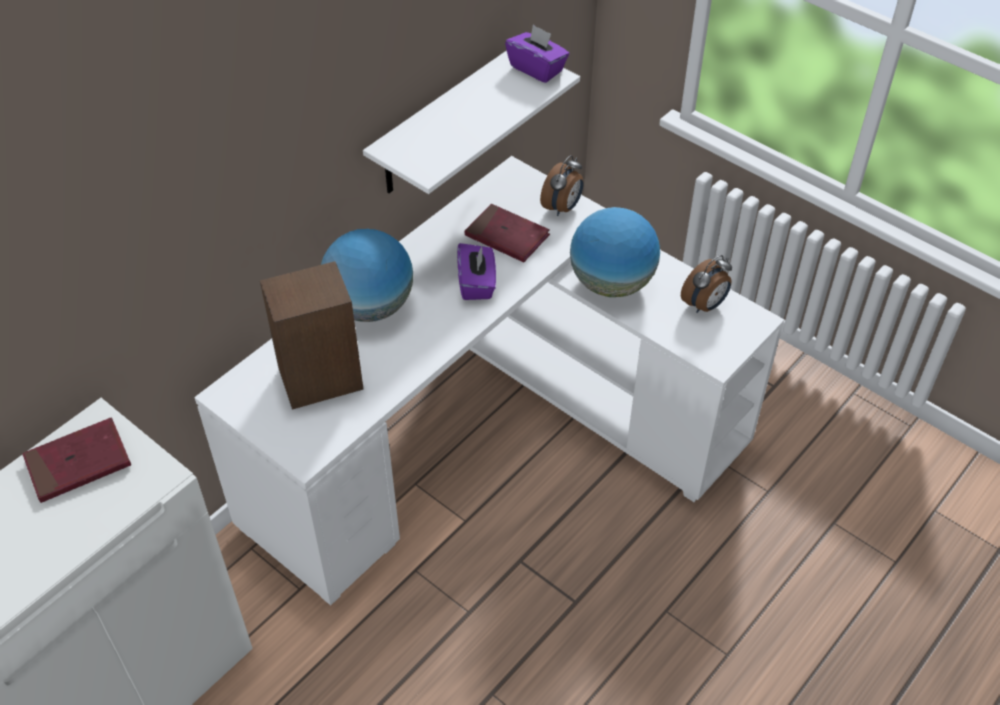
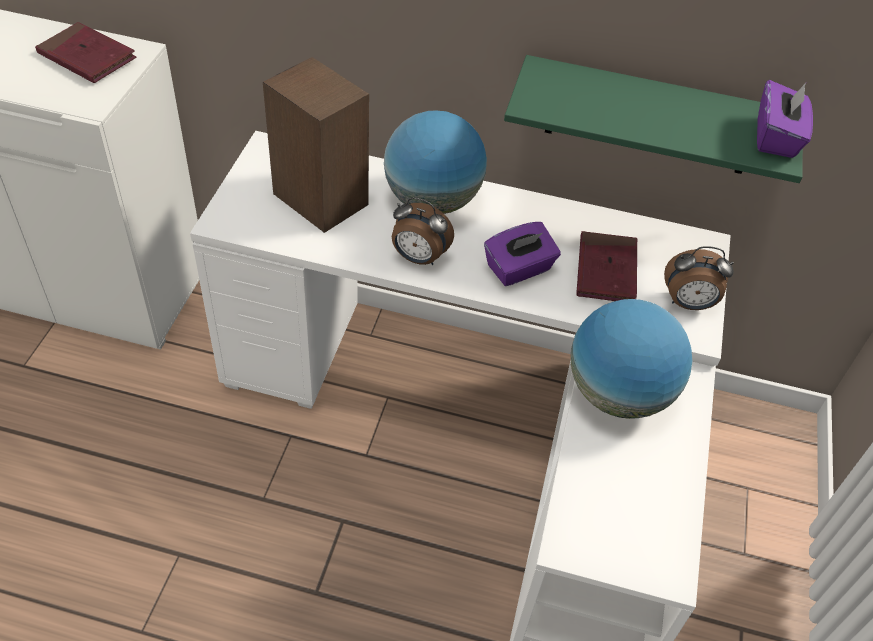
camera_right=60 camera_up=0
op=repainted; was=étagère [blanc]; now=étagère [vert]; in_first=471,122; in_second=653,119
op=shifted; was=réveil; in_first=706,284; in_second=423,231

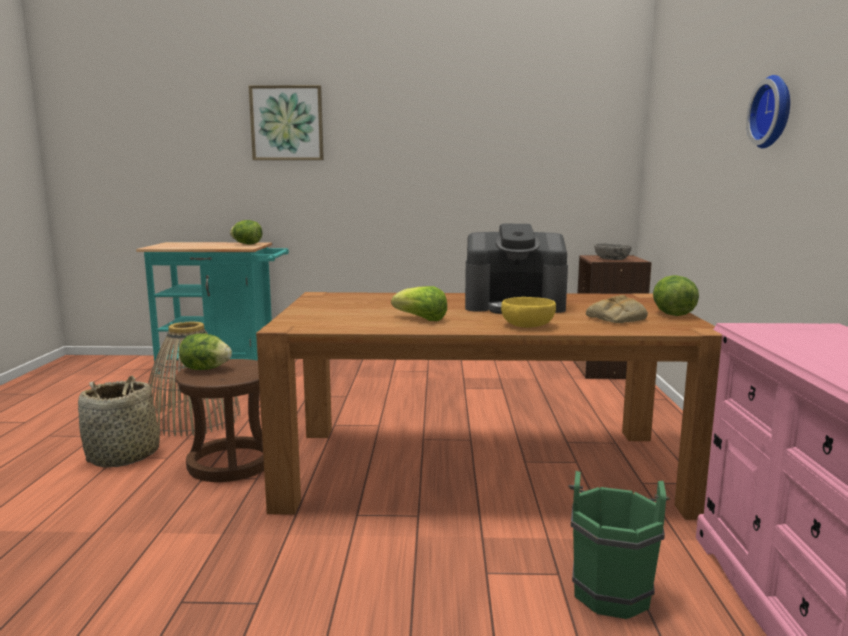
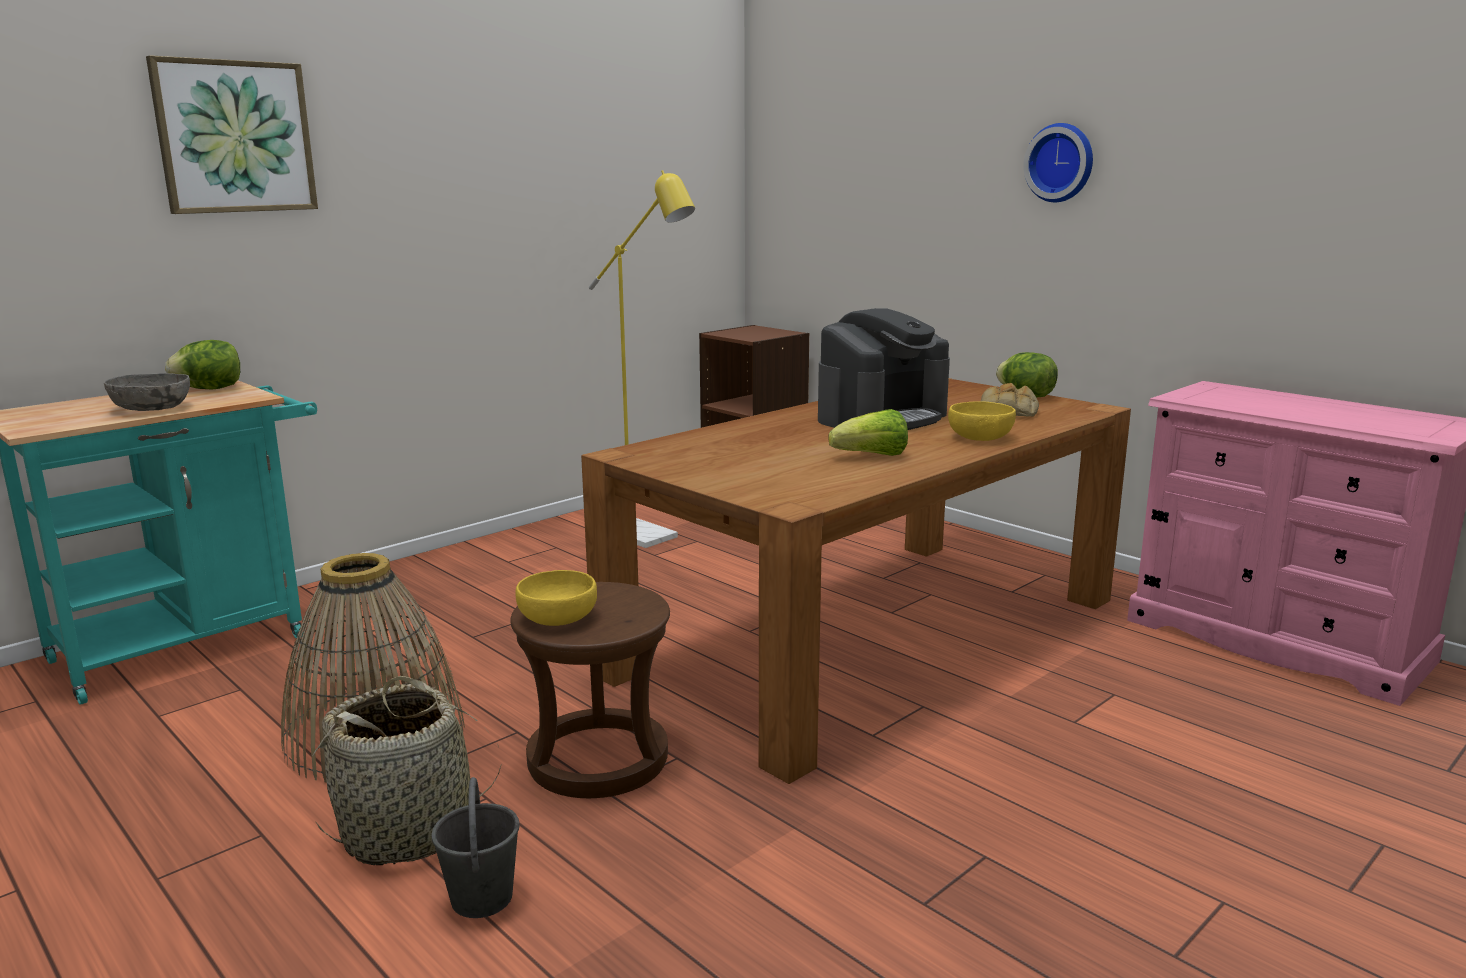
camera_right=-45 camera_up=5
op=shifted; was=bol [gris]; in_first=613,251; in_second=147,392
op=swapped; was=laitue; now=bol [jaune]; in_first=205,351; in_second=556,598
op=gone; was=seau [vert]; in_first=619,545
op=new; now=lampadaire [jaune]; in_second=642,359
op=new; now=seau [gris]; in_second=475,847

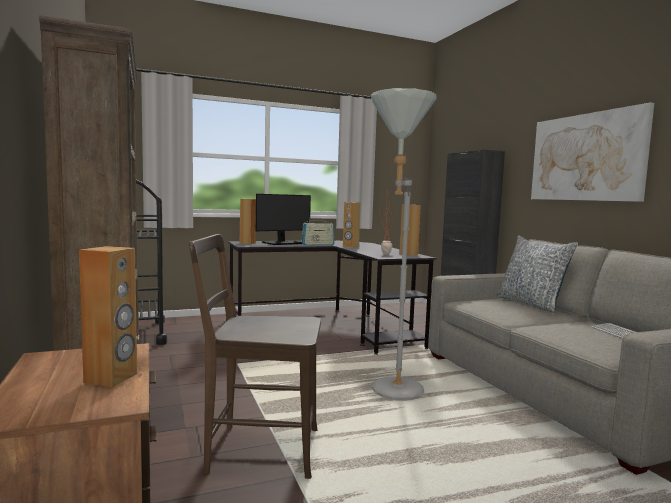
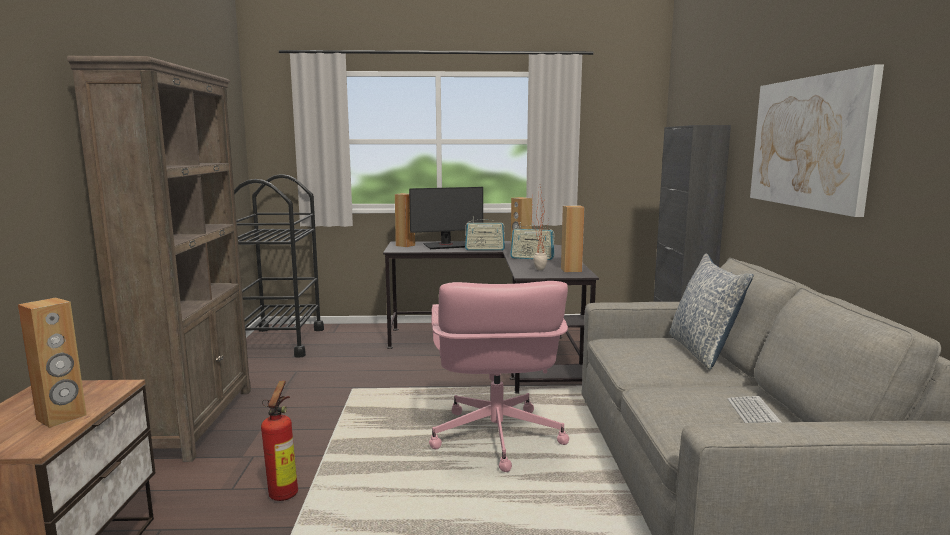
camera_right=20 camera_up=5
op=swapped; was=lampadaire [gris]; now=chaise de bureau [rose]; in_first=404,244; in_second=499,376
op=swapped; was=chaise [marron]; now=extincteur; in_first=255,356; in_second=279,441
op=new; now=radio; in_second=532,241

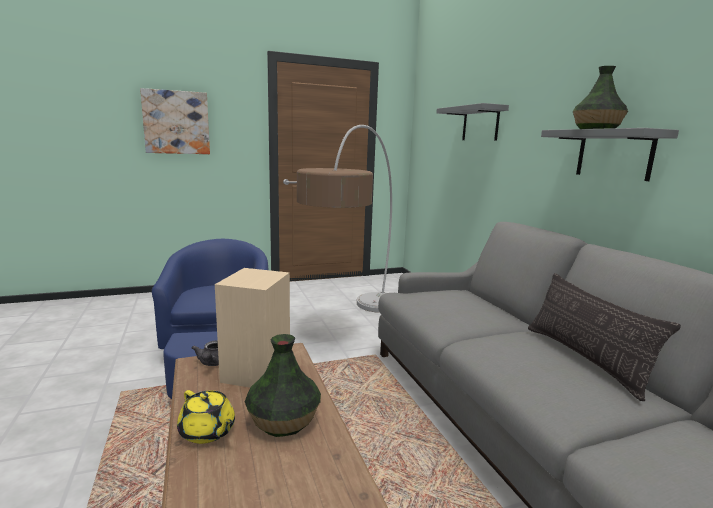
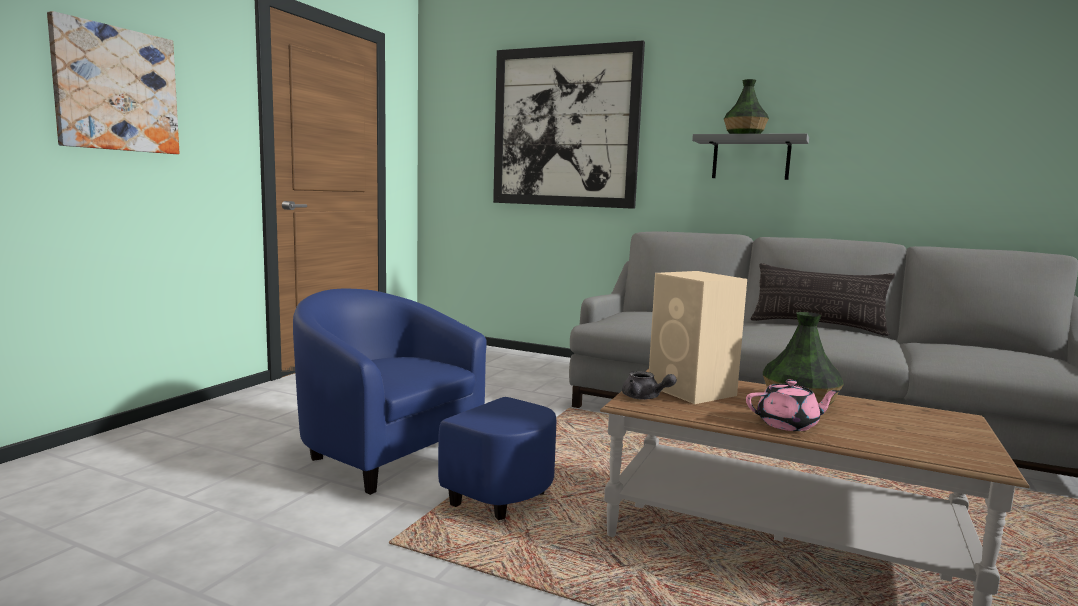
camera_right=-45 camera_up=-5
op=swapped; was=étagère [gris]; now=tableau; in_first=472,121; in_second=569,125
op=gone; was=lampadaire; in_first=344,219
op=repainted; was=théière [jaune]; now=théière [rose]; in_first=206,417; in_second=792,405

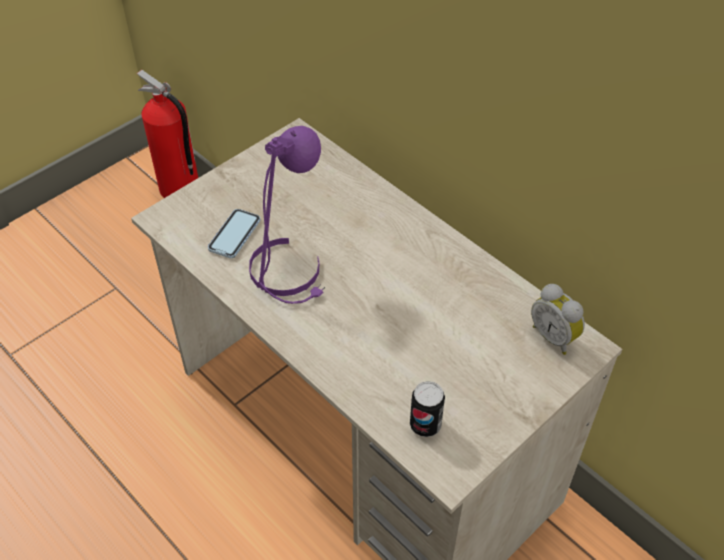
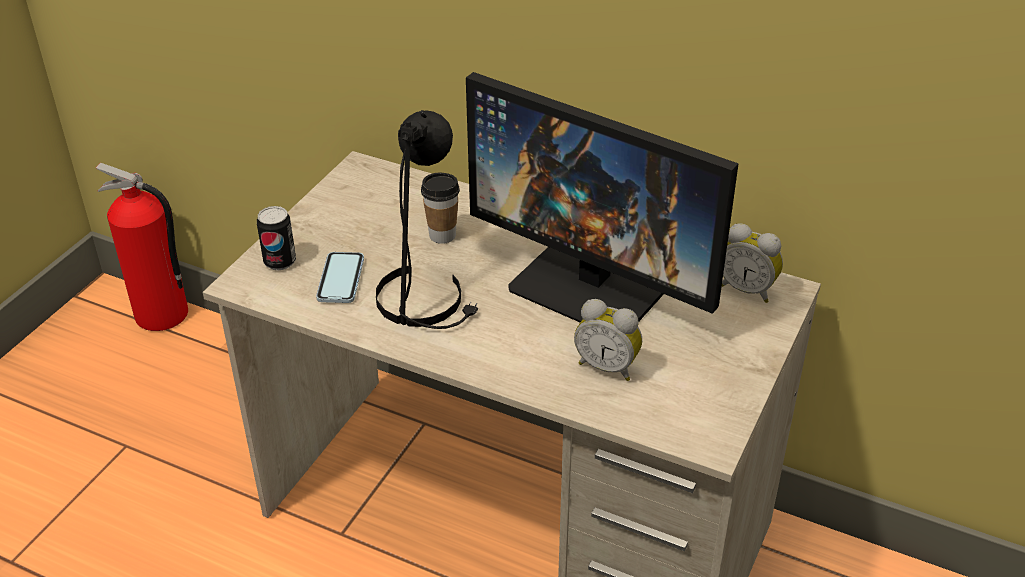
camera_right=-20 camera_up=-10
op=repainted; was=lampe de table [violet]; now=lampe de table [noir]; in_first=287,215; in_second=427,219
op=shifted; was=boîte métallique; in_first=427,409; in_second=276,238
op=new; now=écran d'ordinateur; in_second=602,197
op=new; now=tasse; in_second=440,208
op=new; now=réveil; in_second=608,340

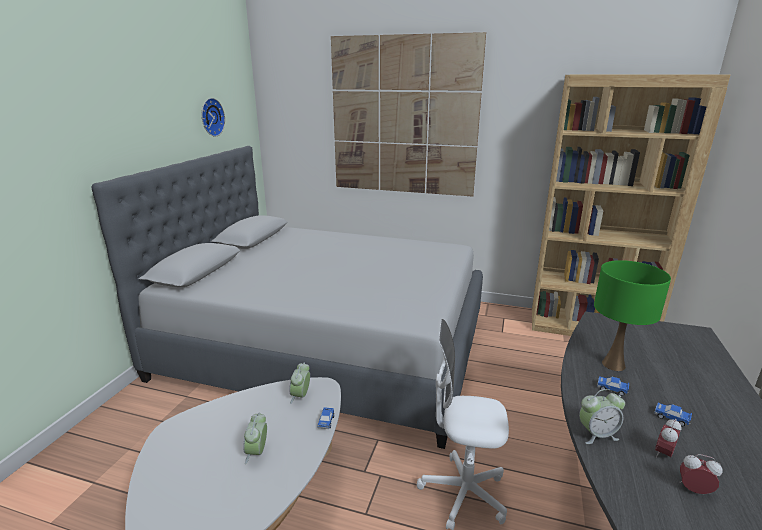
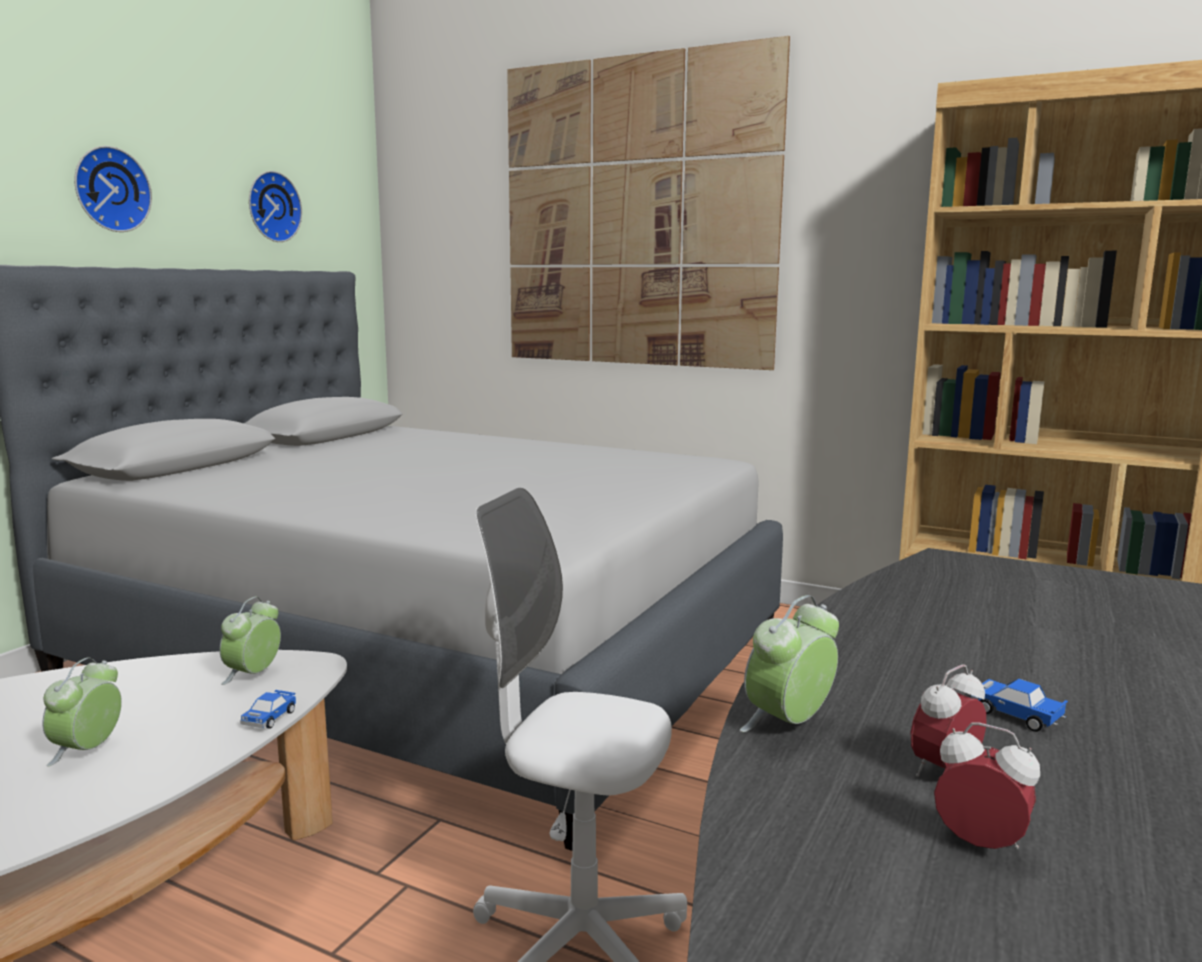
camera_right=10 camera_up=-10
op=gone; was=lampe de table [vert]; in_first=632,315
op=gone; was=petite voiture; in_first=613,386
op=rotated; was=réveil; in_first=602,416; in_second=789,663; clockwise=135
op=new; now=horloge murale; in_second=113,189

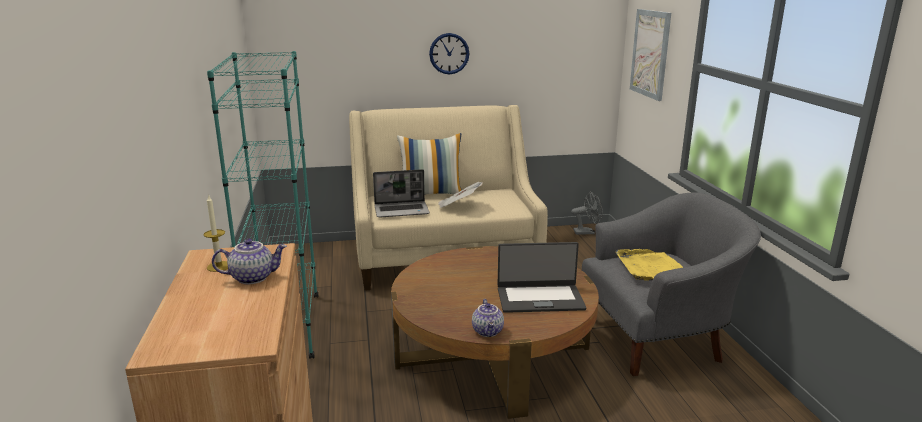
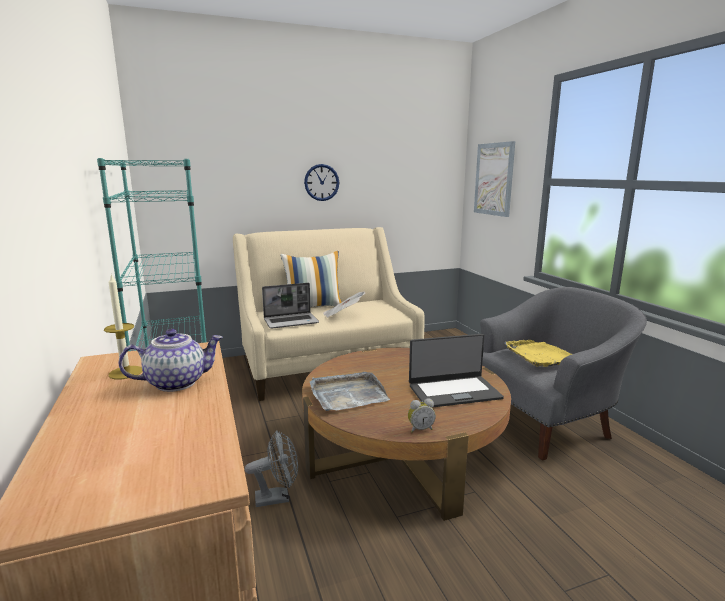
camera_right=-10 camera_up=-5
op=shifted; was=ventilateur [gris]; in_first=587,213; in_second=271,468
op=swapped; was=théière; now=réveil; in_first=488,318; in_second=422,416
op=new; now=plateau [gris]; in_second=350,391

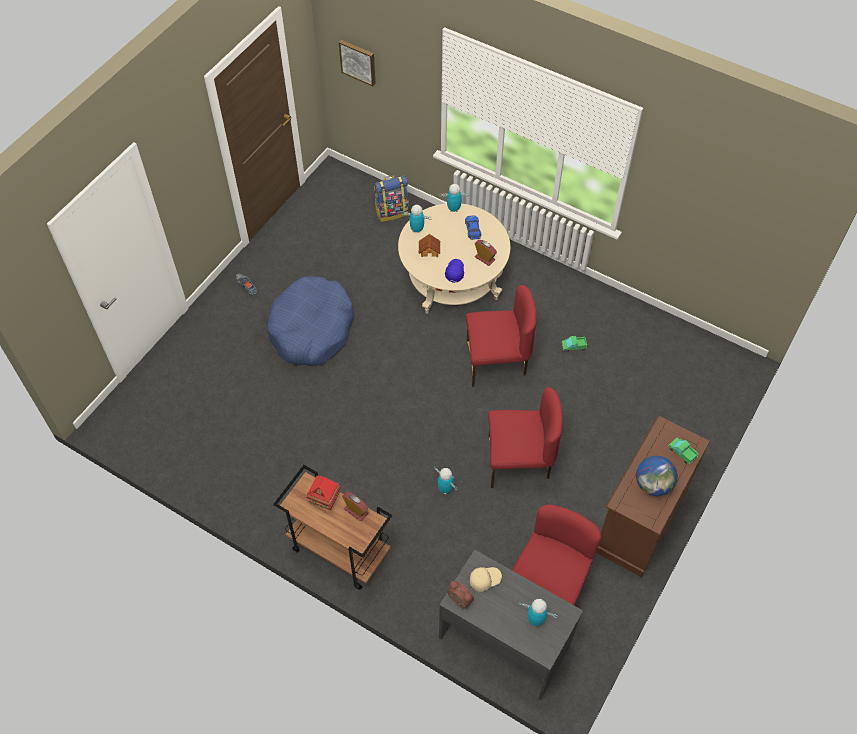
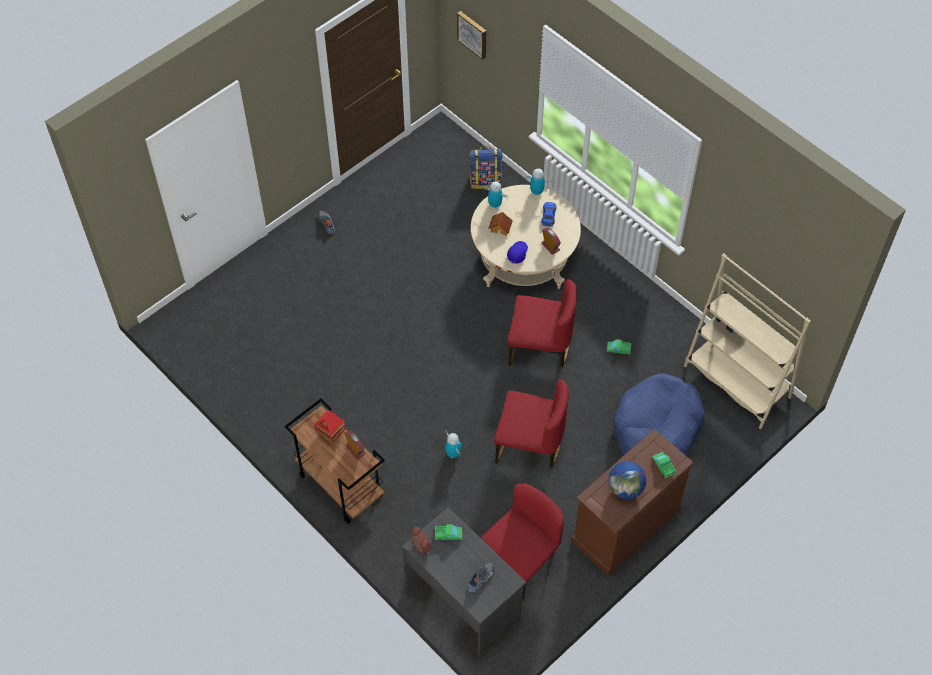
camera_right=15 camera_up=0
op=shifted; was=panier pour chien [bleu]; in_first=310,321; in_second=659,414
op=swapped; was=casquette [beige]; now=camion jouet; in_first=486,579; in_second=448,532
op=swapped; was=robot jouet; now=chaussure; in_first=538,612; in_second=481,577
op=new; now=bibliothèque [beige]; in_second=747,341

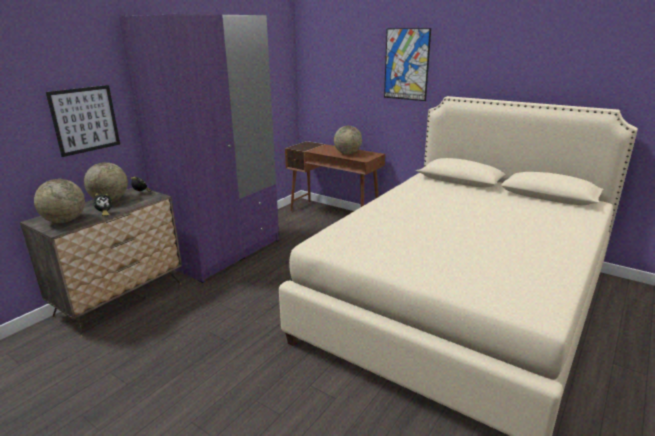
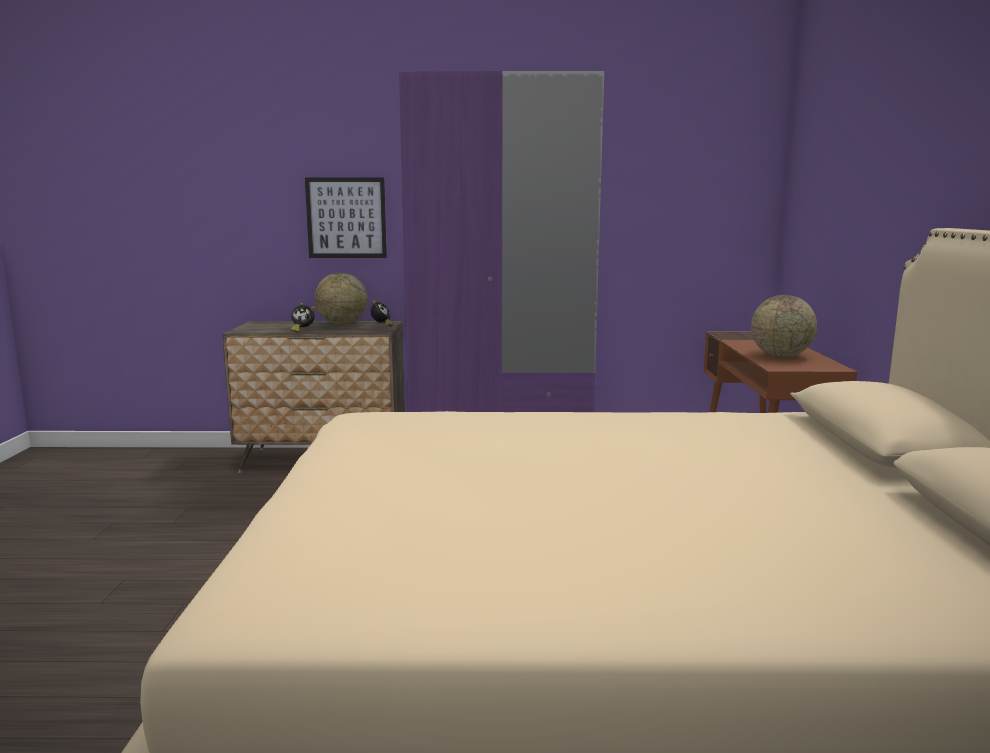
camera_right=55 camera_up=-10
op=gone; was=tableau; in_first=407,64
op=gone; was=globe; in_first=59,201

